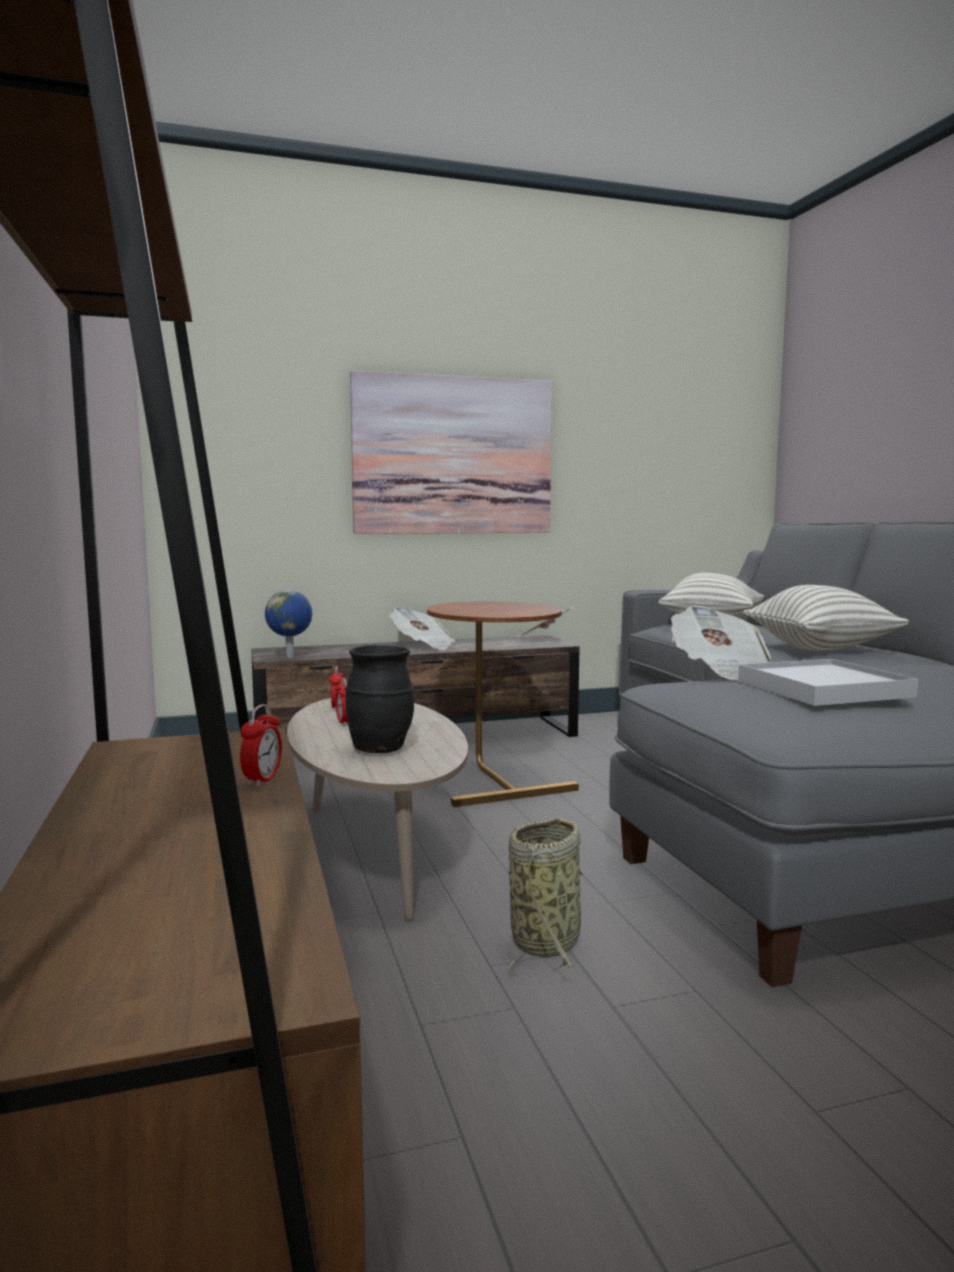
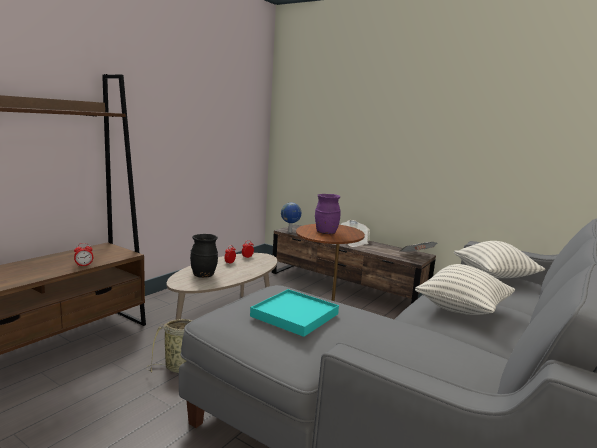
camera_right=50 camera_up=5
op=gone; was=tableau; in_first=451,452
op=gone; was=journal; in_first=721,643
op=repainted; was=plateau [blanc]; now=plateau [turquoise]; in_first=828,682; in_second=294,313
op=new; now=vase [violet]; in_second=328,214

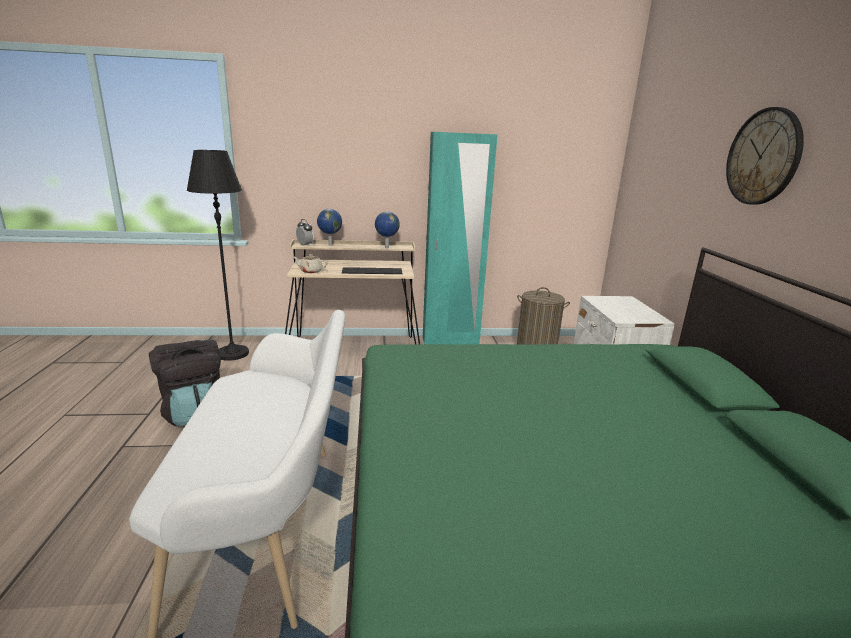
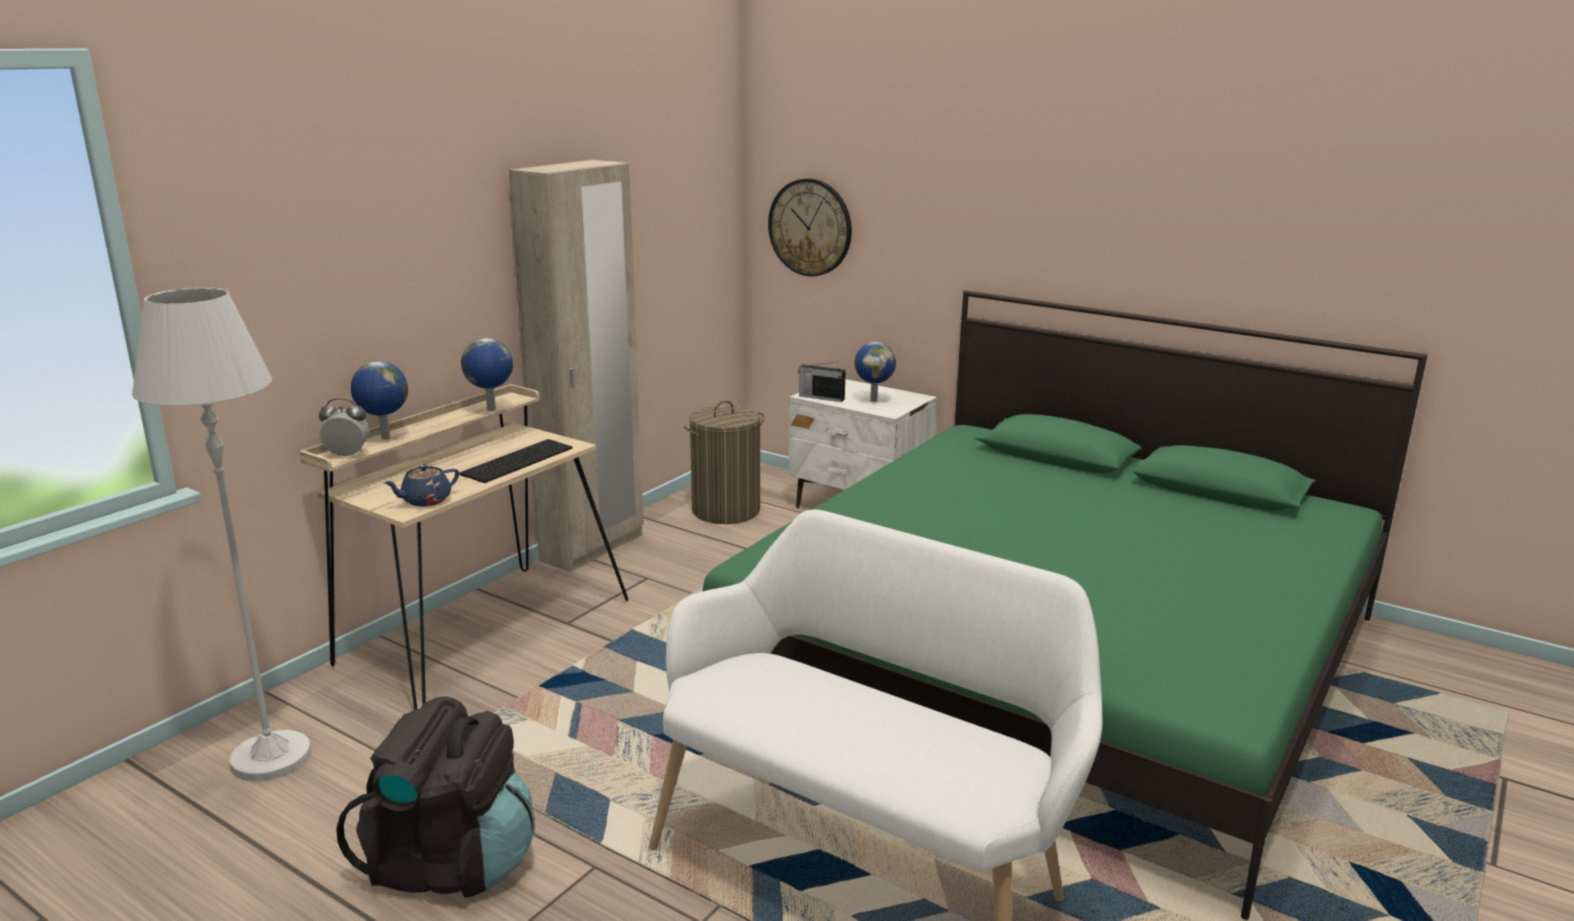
camera_right=-50 camera_up=0
op=shifted; was=horloge murale; in_first=765,156; in_second=810,227
op=repainted; was=armoire [turquoise]; now=armoire [beige]; in_first=460,238; in_second=576,366
op=repainted; was=lampadaire [noir]; now=lampadaire [blanc]; in_first=218,255; in_second=222,534
op=repainted; was=théière [beige]; now=théière [bleu]; in_first=310,263; in_second=421,485
op=new; now=globe; in_second=875,372
op=new; now=radio; in_second=822,382

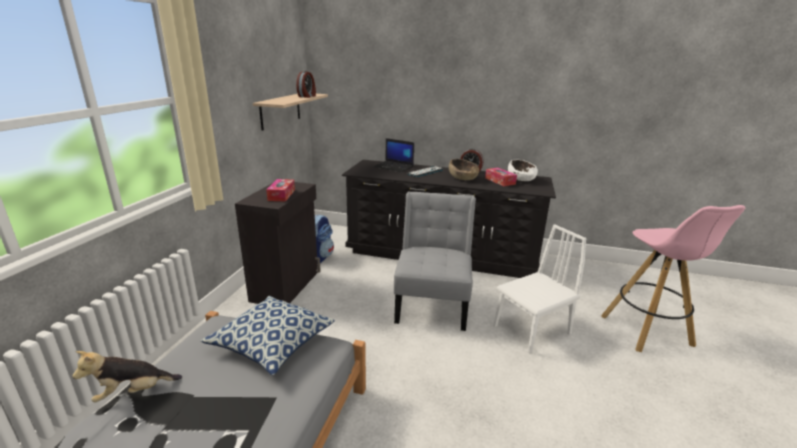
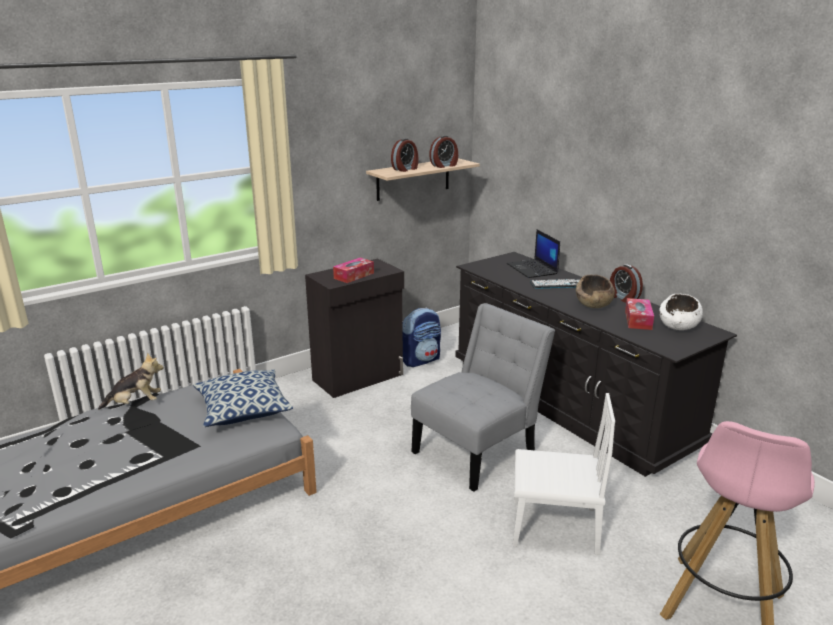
camera_right=40 camera_up=0
op=rotated; was=peluche; in_first=127,376; in_second=131,381; clockwise=150
op=new; now=réveil; in_second=404,155

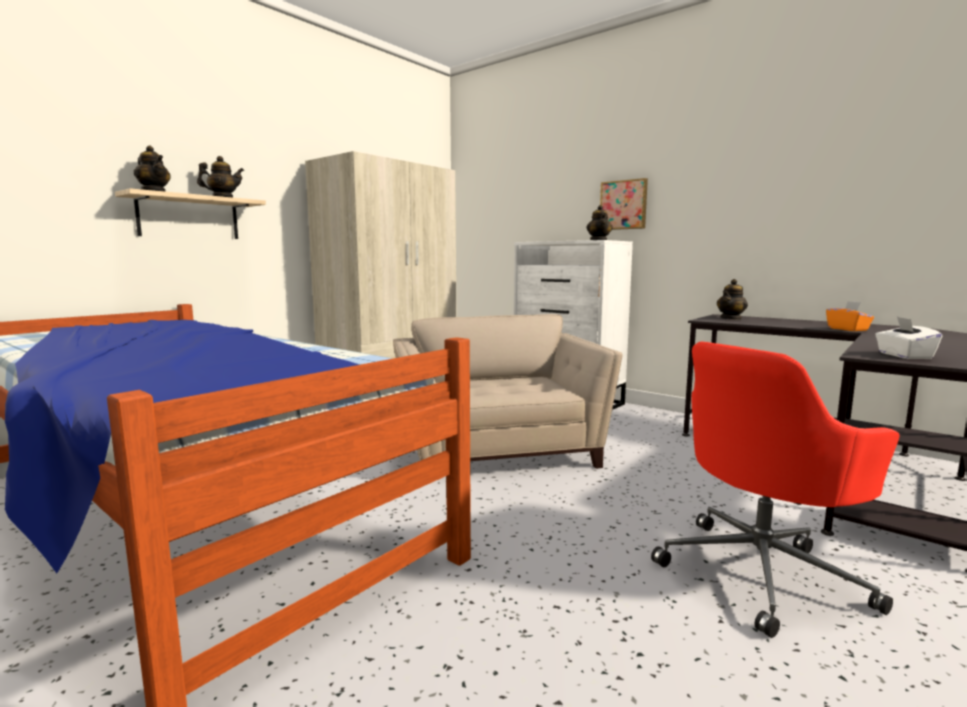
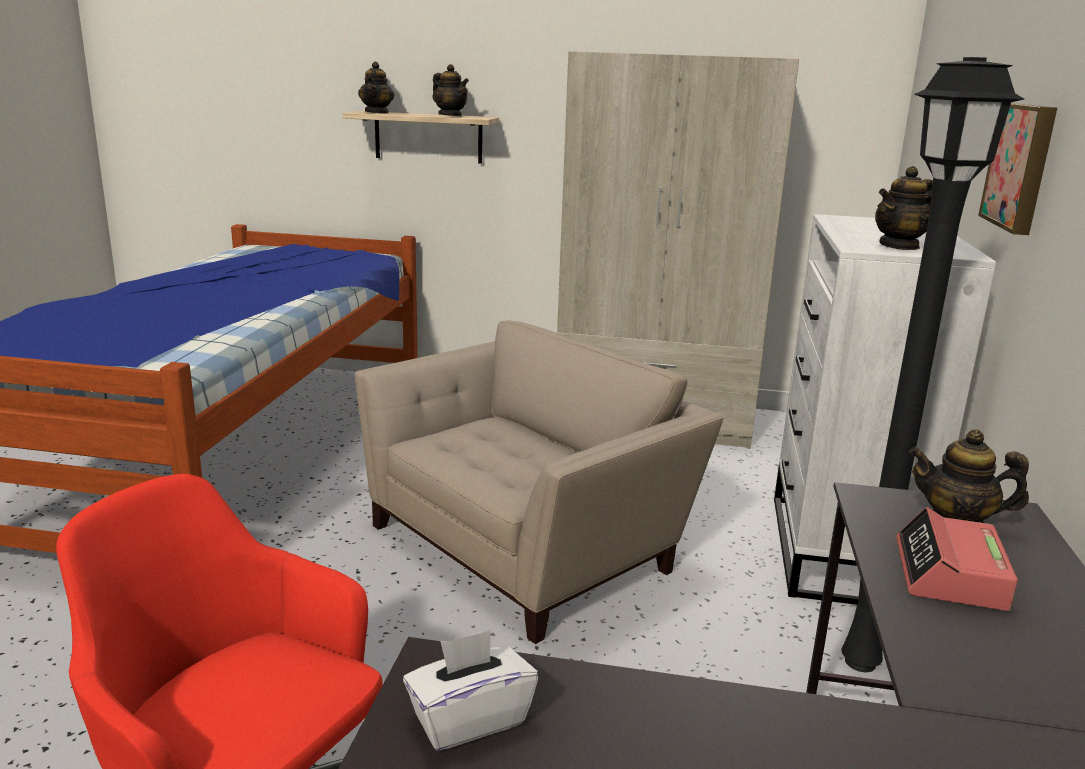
camera_right=60 camera_up=10
op=gone; was=boîte à mouchoirs [orange]; in_first=850,316
op=new; now=lampadaire [noir]; in_second=933,364
op=new; now=réveil; in_second=957,559

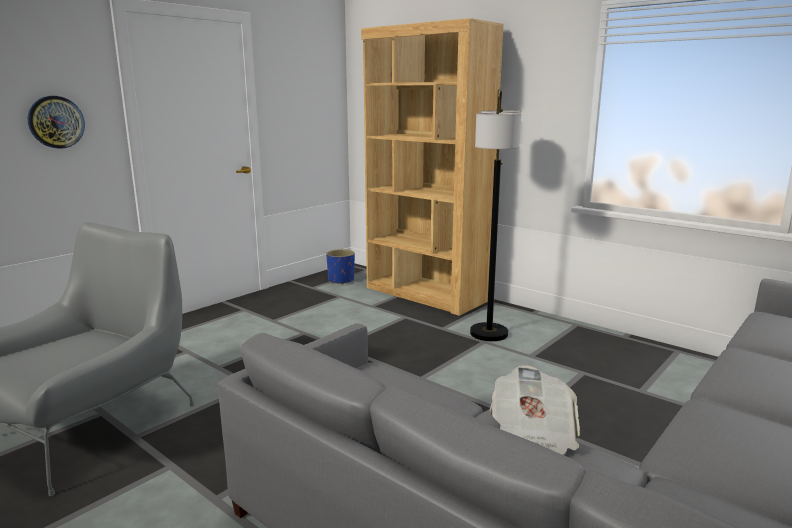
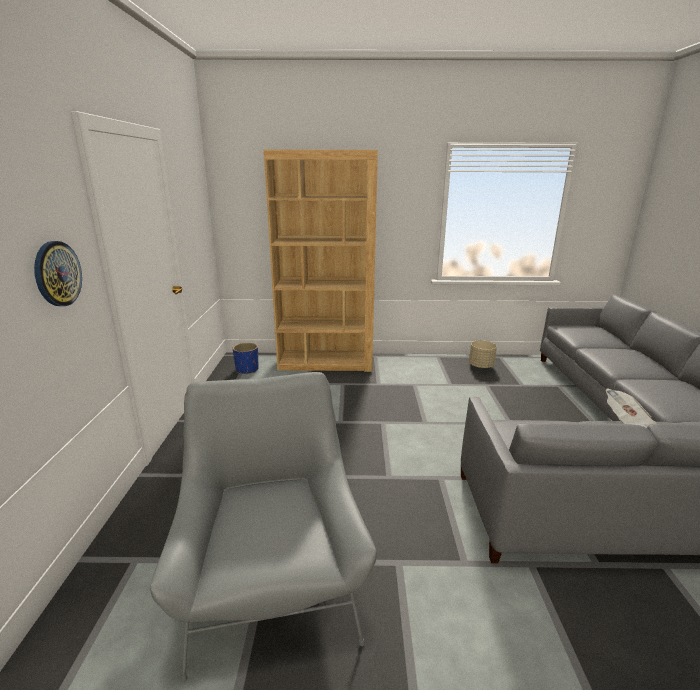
camera_right=-40 camera_up=5
op=gone; was=lampadaire; in_first=495,215
op=new; now=cache-pot [beige]; in_second=483,354

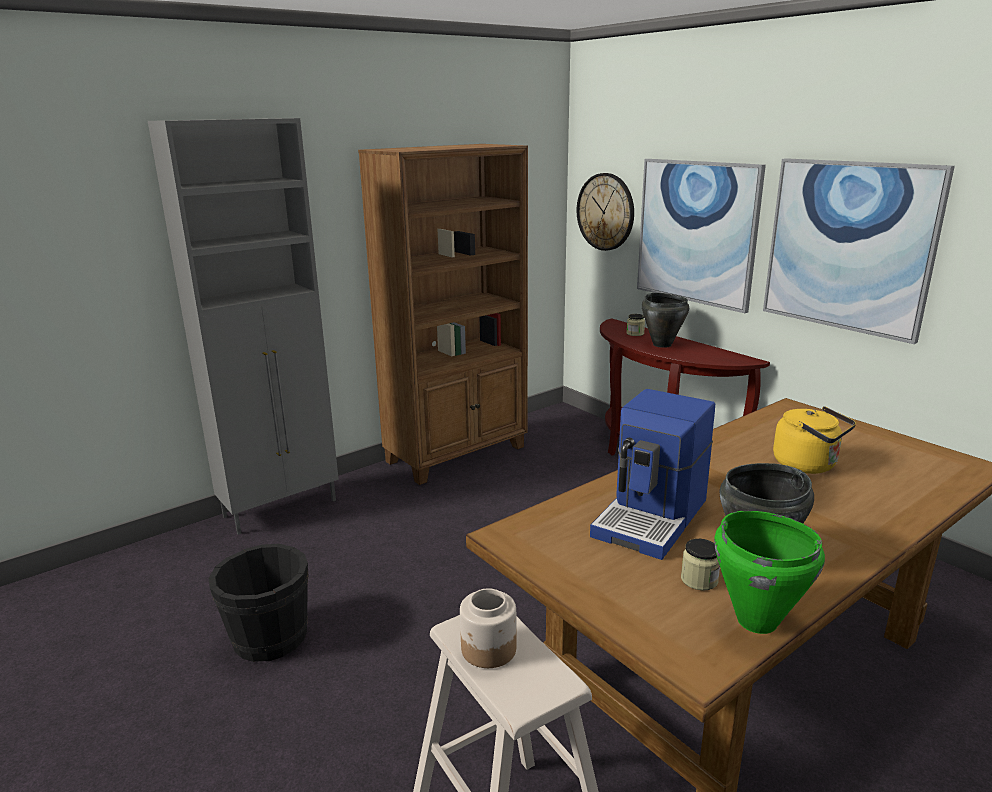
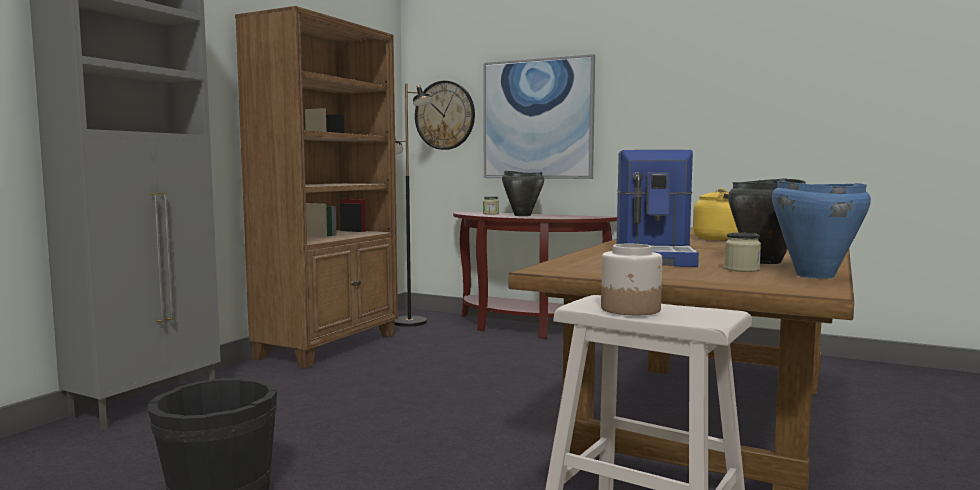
camera_right=-25 camera_up=-15
op=gone; was=tableau; in_first=859,251
op=repainted; was=marmite [vert]; now=marmite [bleu]; in_first=769,572; in_second=821,229
op=new; now=lampadaire [noir]; in_second=413,205

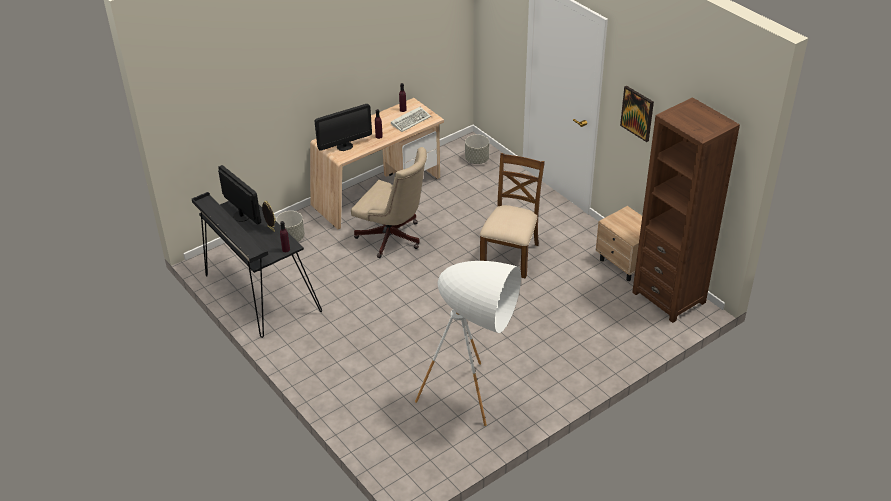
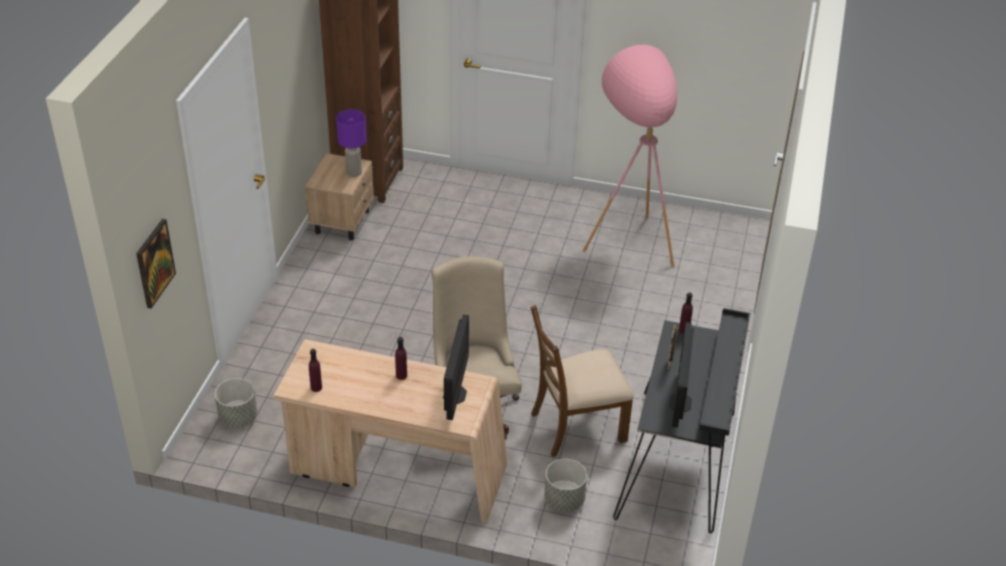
camera_right=-130 camera_up=0
op=shifted; was=tableau; in_first=637,114; in_second=156,264
op=rotated; was=écran d'ordinateur; in_first=343,127; in_second=456,367; clockwise=75
op=gone; was=clavier; in_first=411,119
op=shifted; was=chaise [marron]; in_first=512,215; in_second=582,381
op=repainted; was=lampadaire [blanc]; now=lampadaire [rose]; in_first=468,343; in_second=630,156
op=new; now=lampe de table [violet]; in_second=351,143

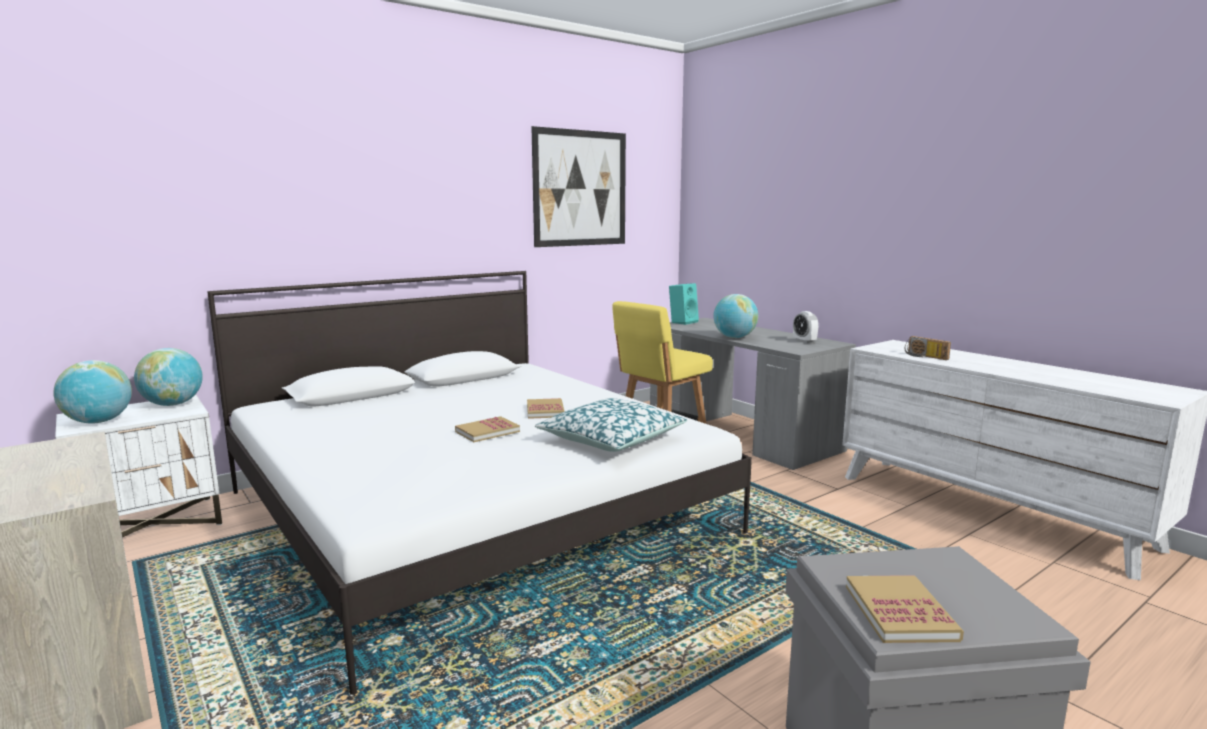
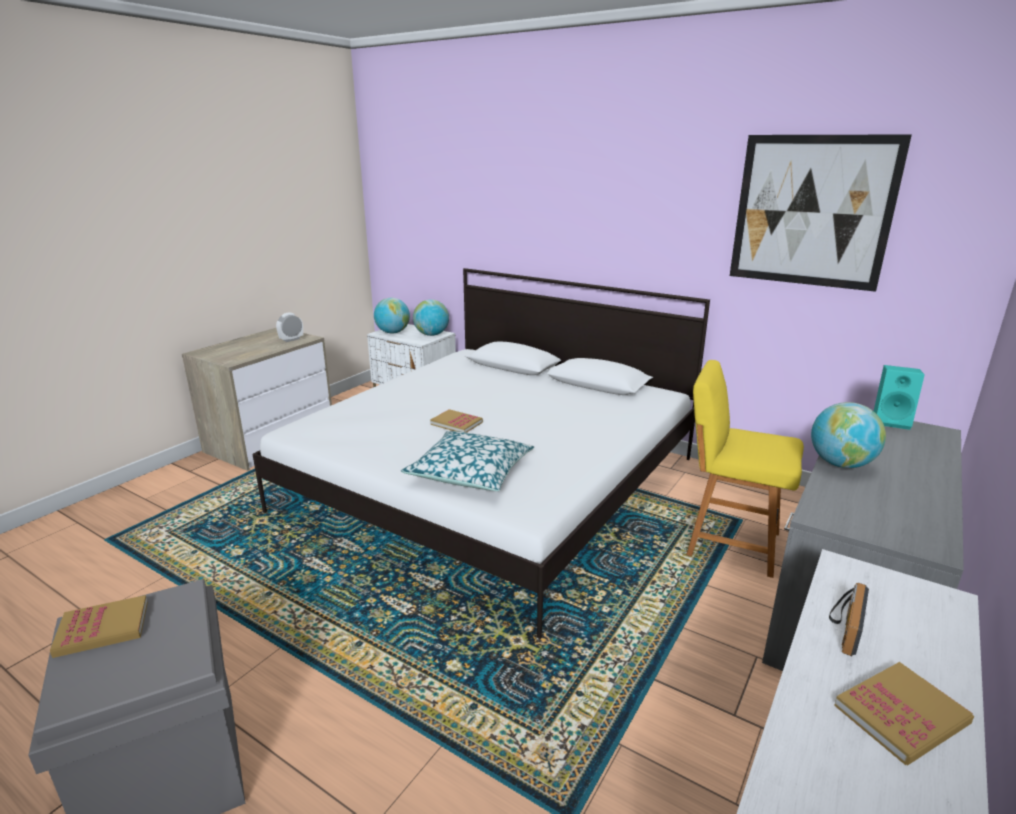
camera_right=70 camera_up=10
op=shifted; was=réveil; in_first=806,327; in_second=289,327
op=shifted; was=livre; in_first=546,408; in_second=904,713

